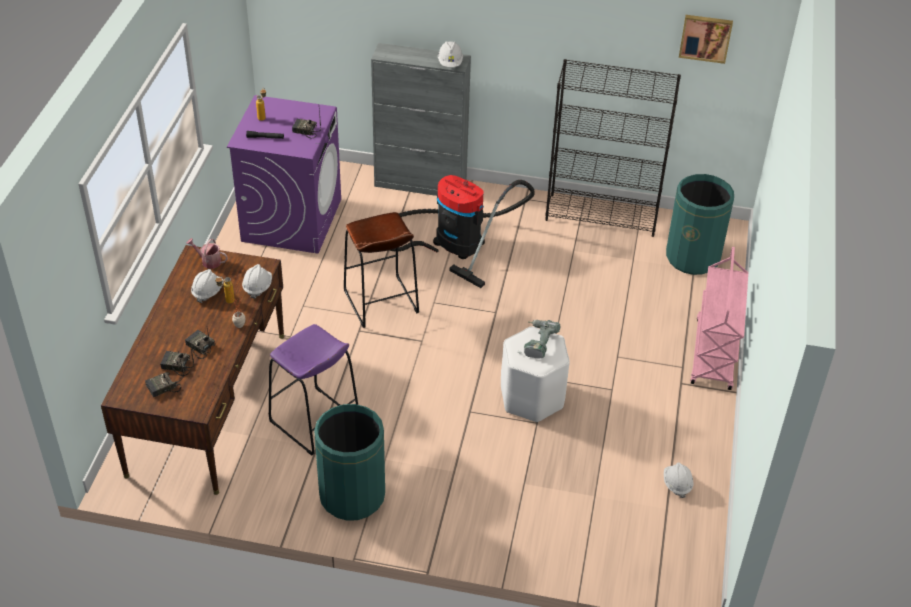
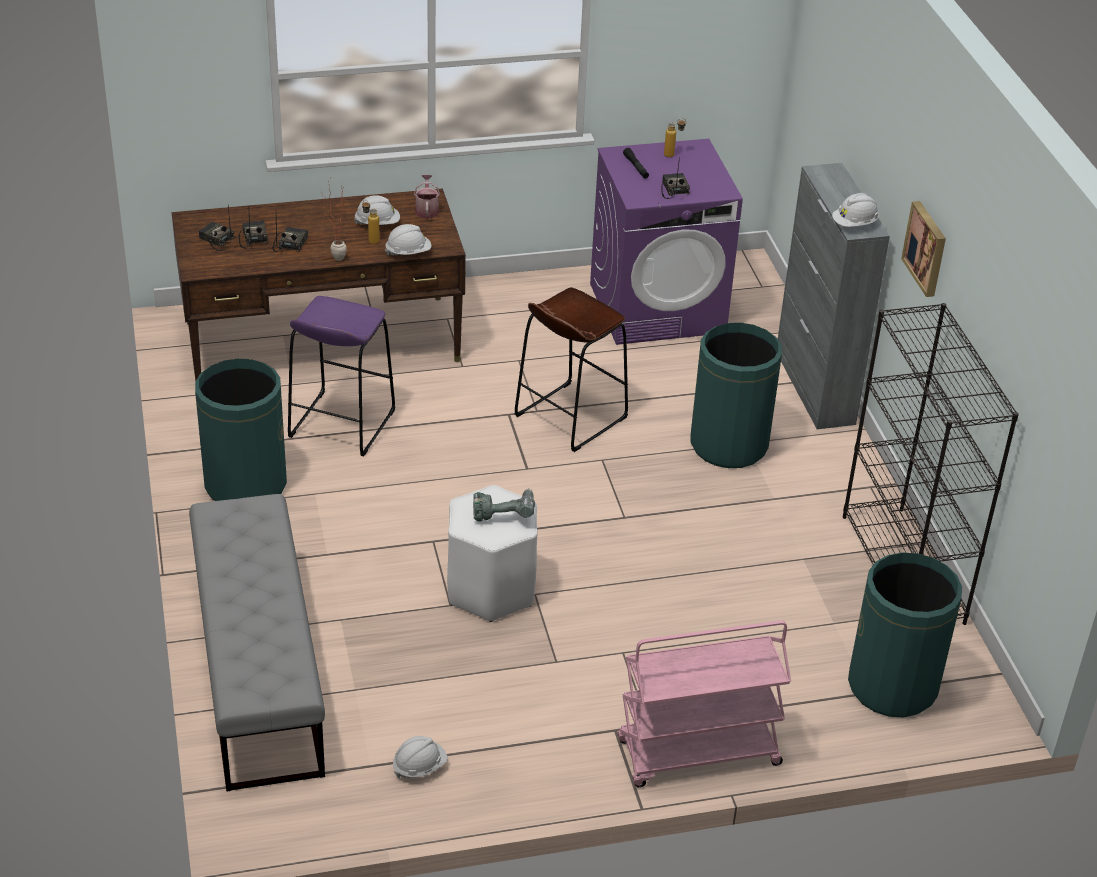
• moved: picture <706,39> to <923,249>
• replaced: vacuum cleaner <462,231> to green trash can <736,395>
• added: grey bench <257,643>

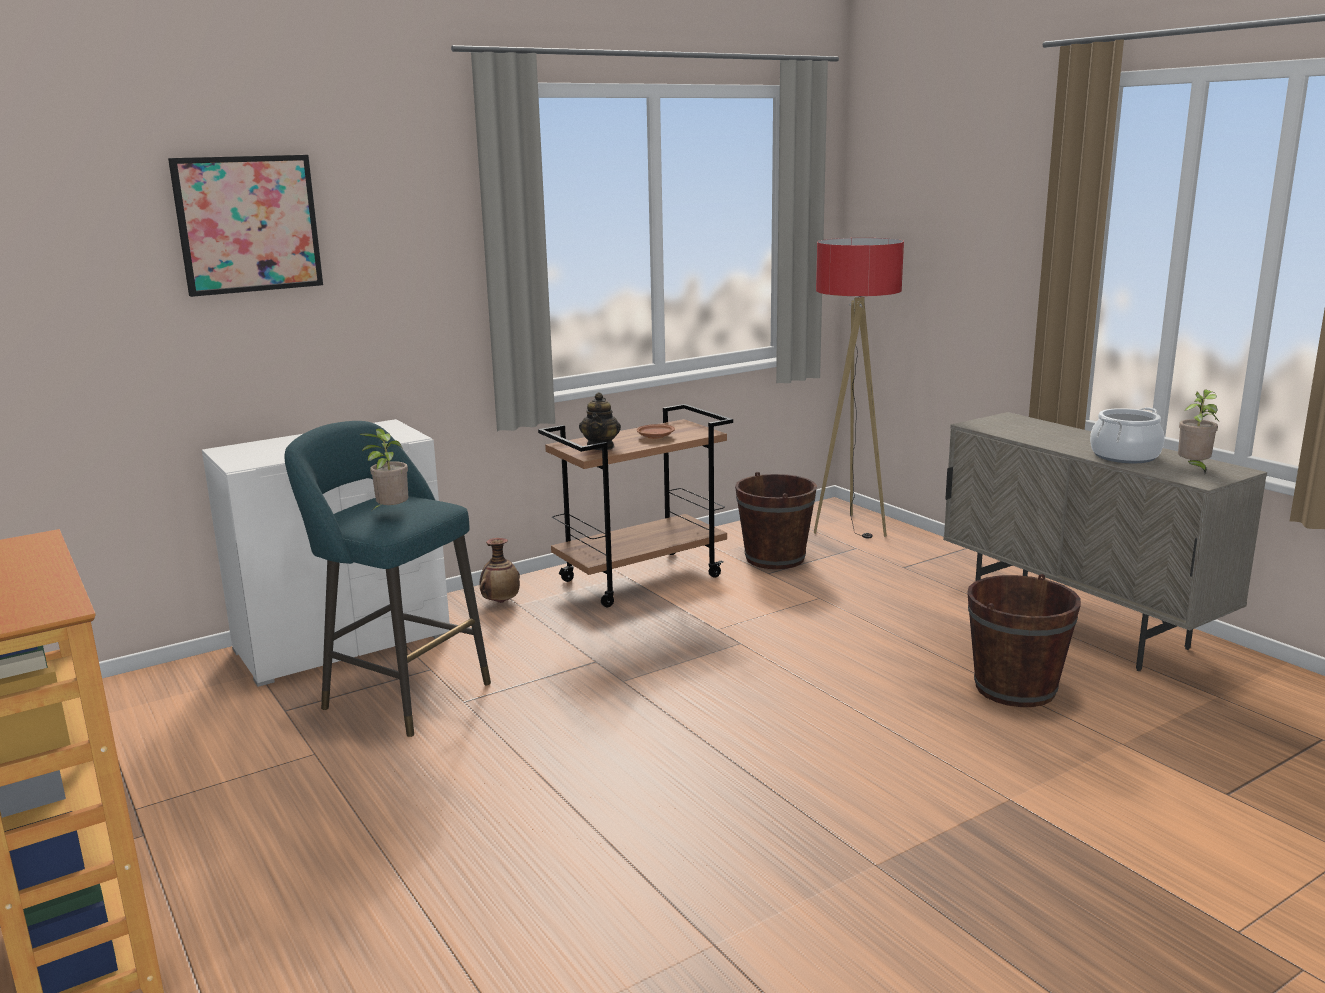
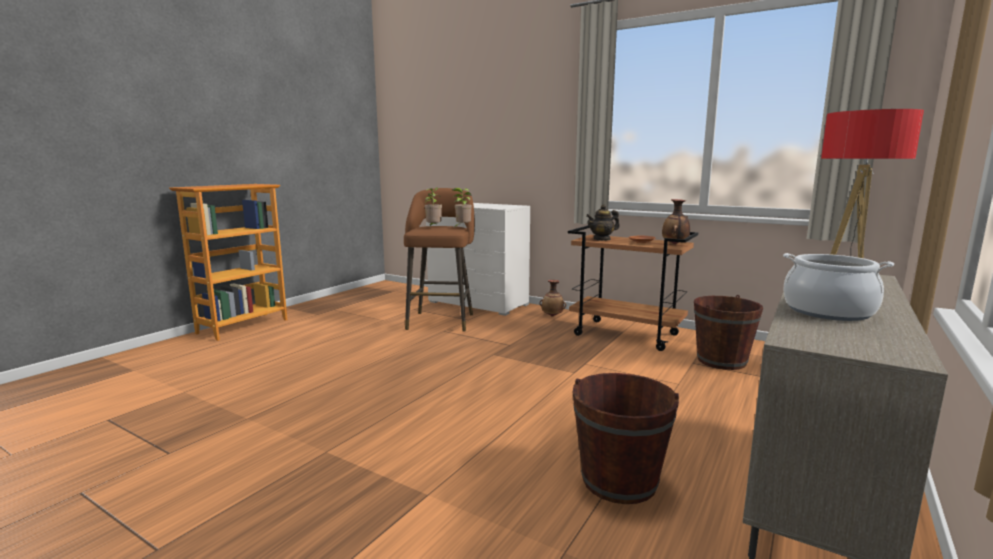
• removed: picture <245,226>
• moved: potted plant <1198,431> to <462,207>
• recoloured: turquoise stool <387,579> to brown stool <439,259>
• added: vase <676,221>

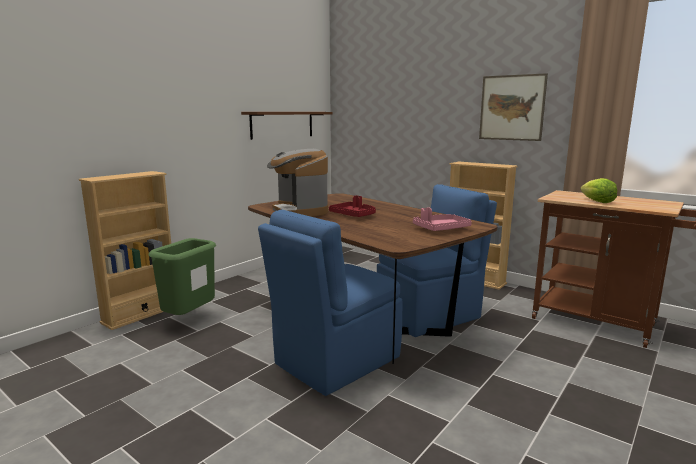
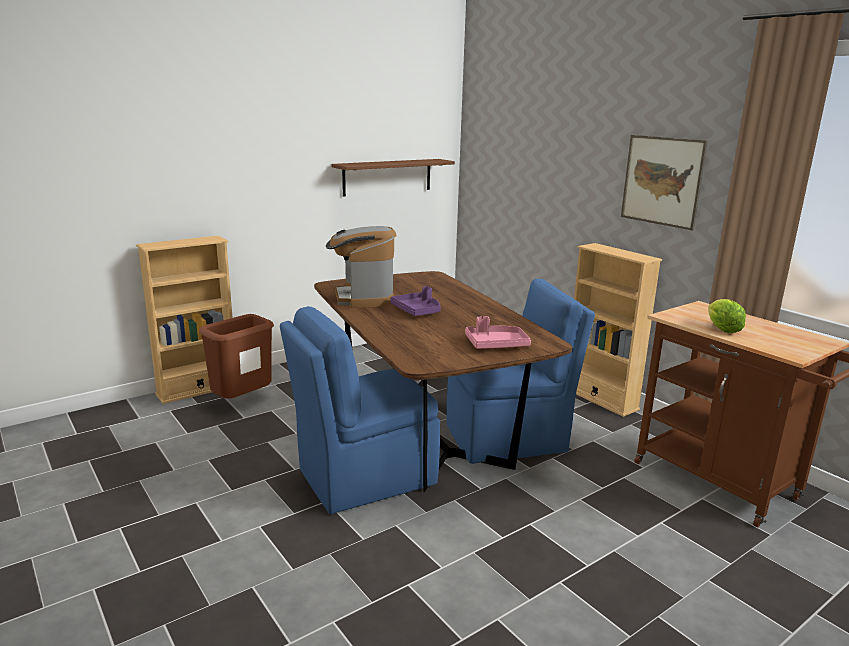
• recoloured: red tray <352,206> to purple tray <415,301>
• recoloured: green trash can <182,276> to brown trash can <236,356>

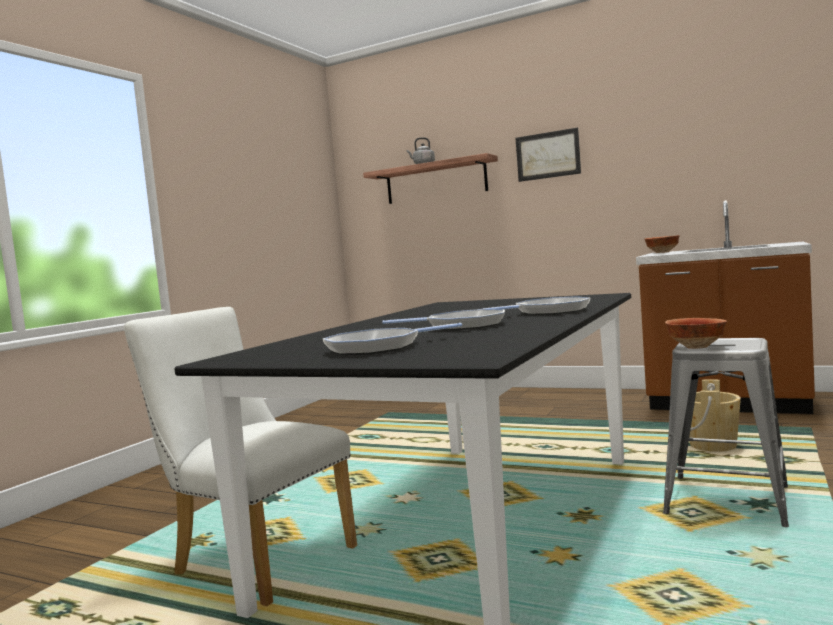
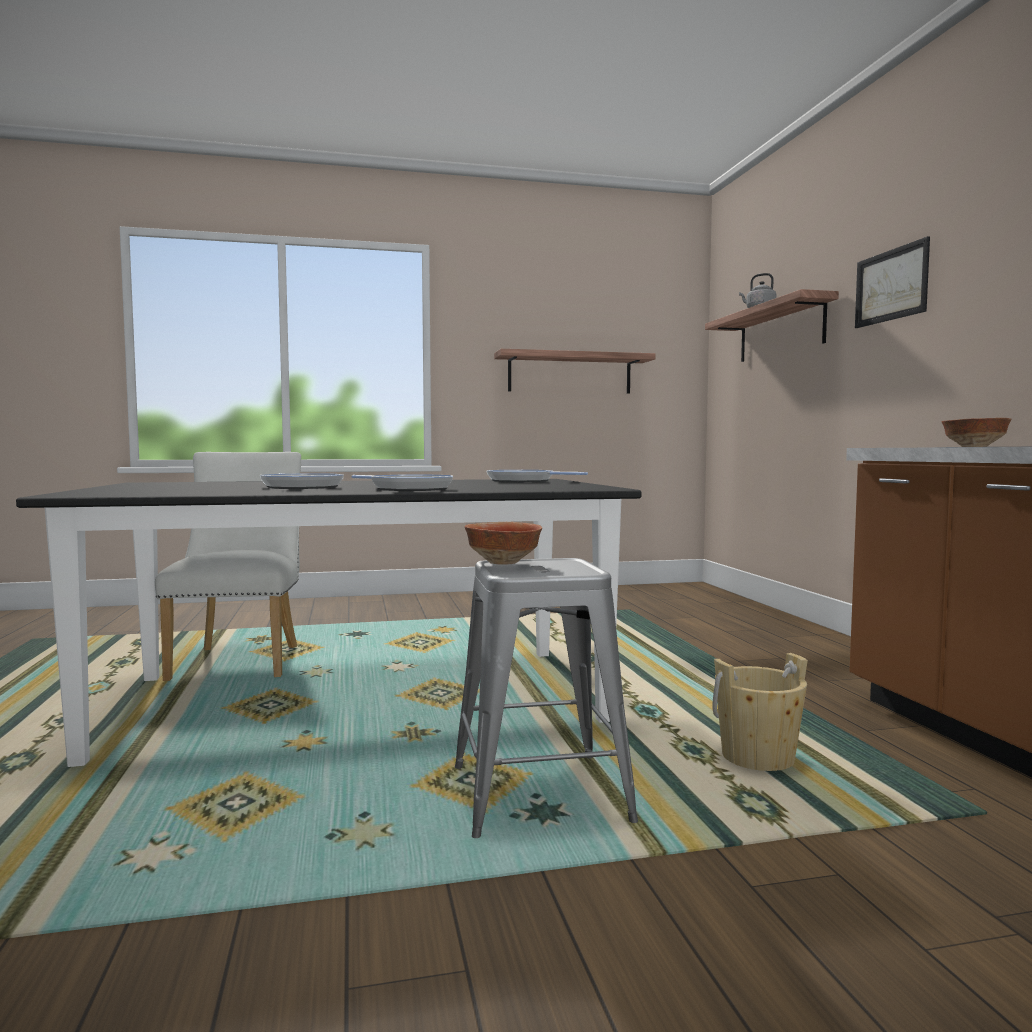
• moved: frying pan <392,339> to <537,476>
• added: shelf <575,371>

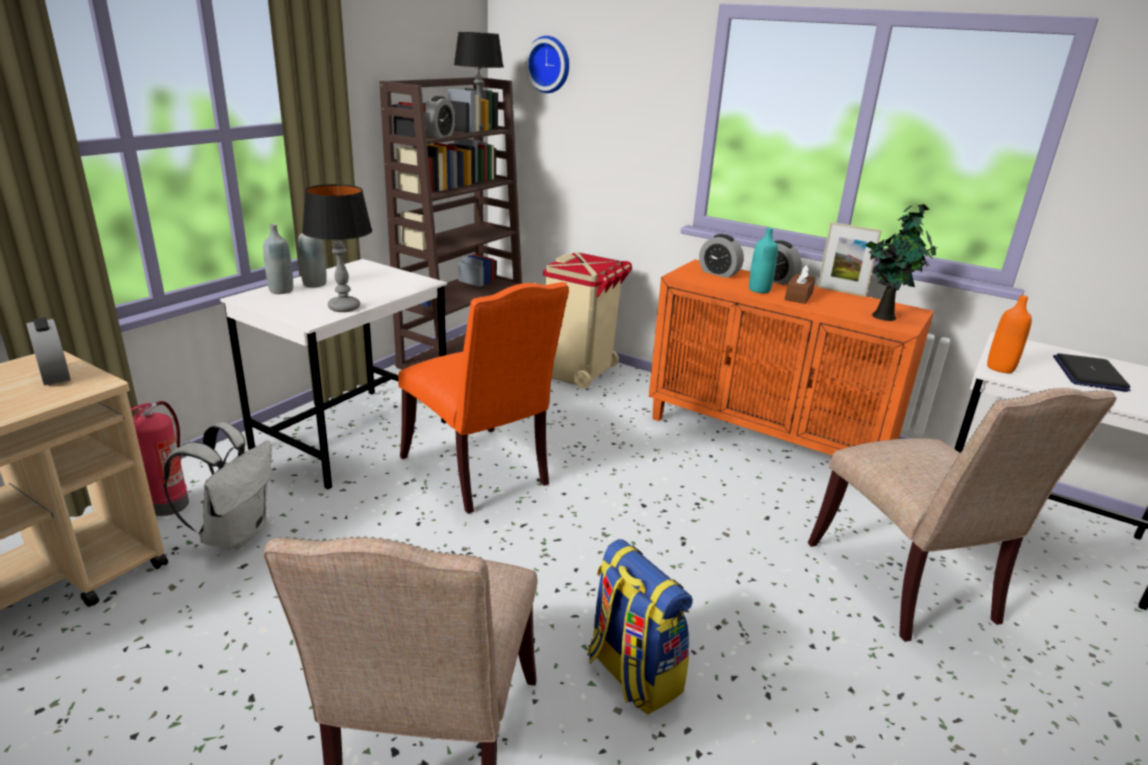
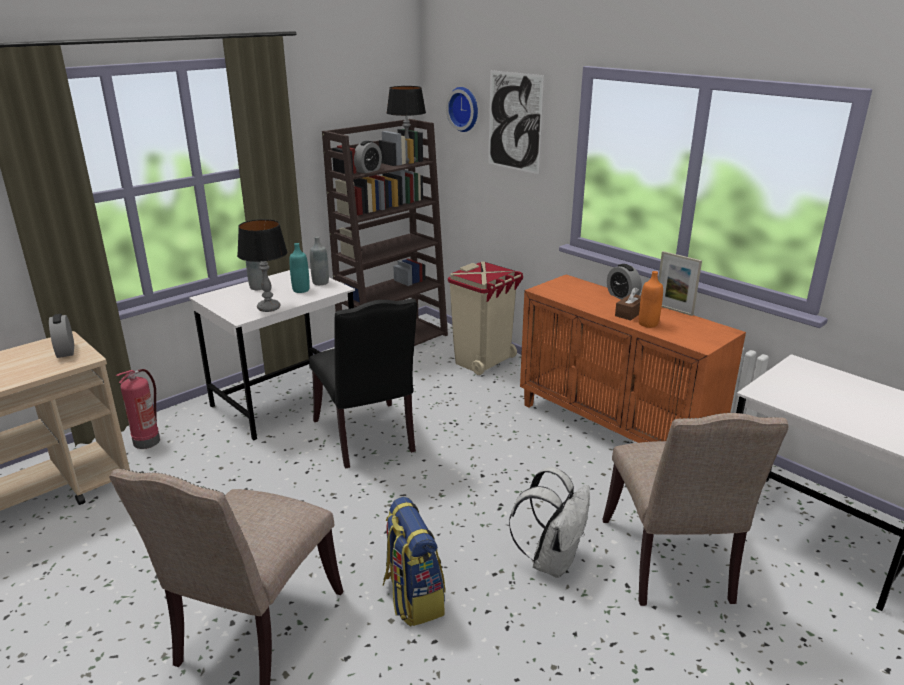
• removed: potted plant <901,262>
• moved: grey bottle <278,259> to <319,260>
• moved: turquoise bottle <763,260> to <299,268>
• removed: alarm clock <721,256>
• recoloured: orange chair <483,398> to black chair <363,384>
• moved: orange bottle <1009,334> to <651,299>
• removed: laptop <1091,373>
• moved: white backpack <218,486> to <549,522>
• added: picture <516,122>

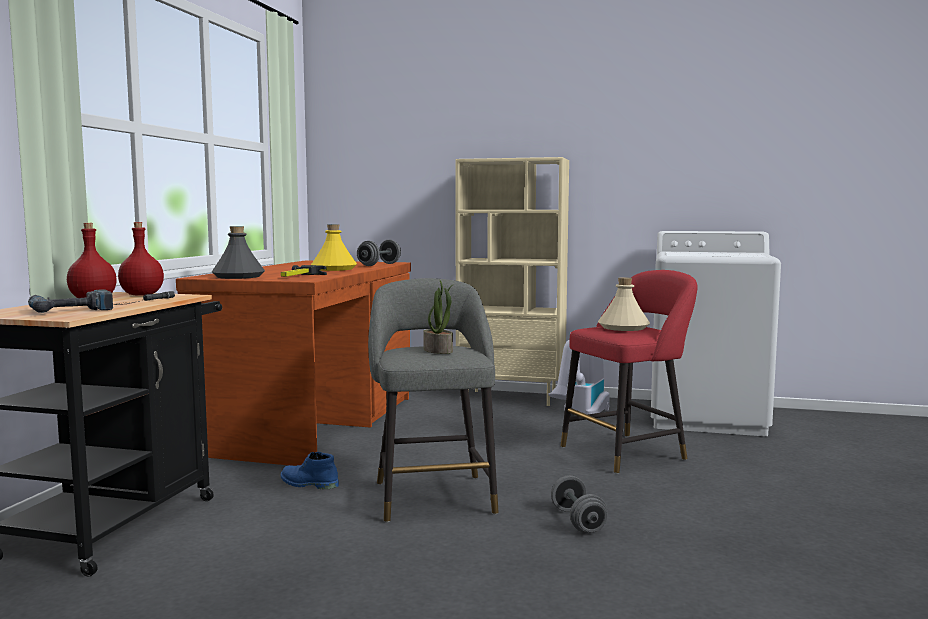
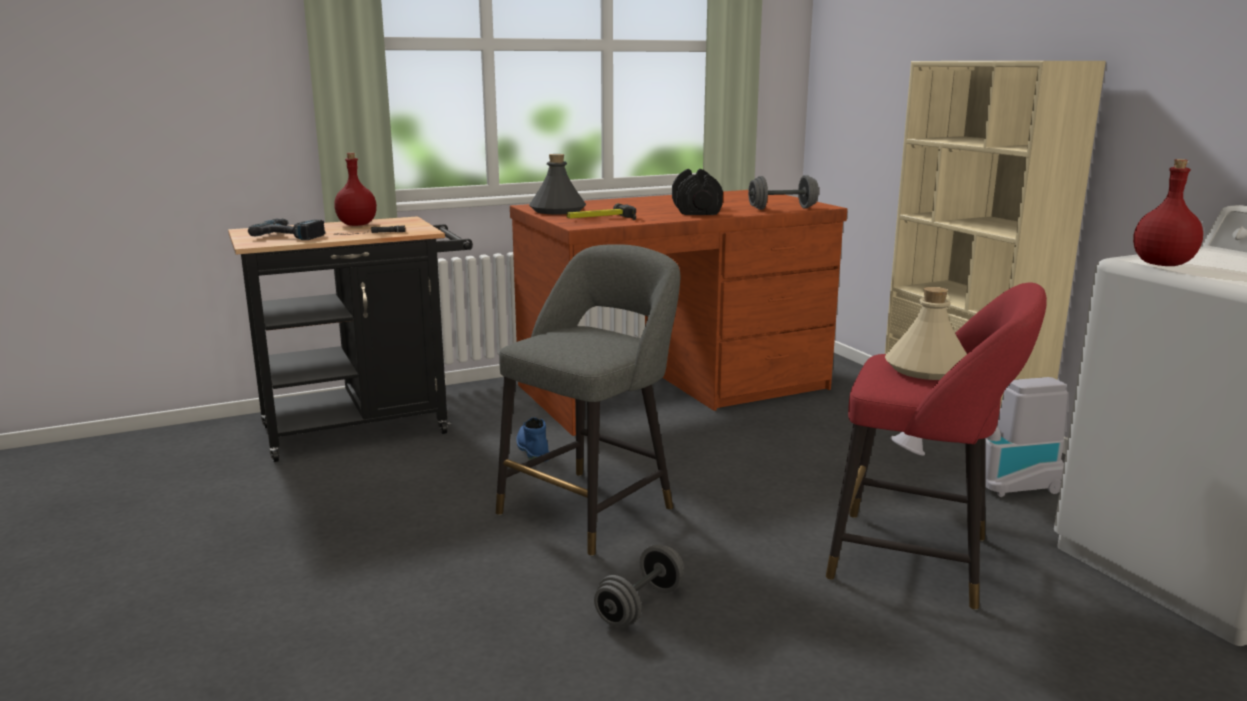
• moved: red bottle <141,259> to <1168,212>
• replaced: yellow bottle <334,247> to black dumbbell <697,192>
• removed: potted plant <438,317>

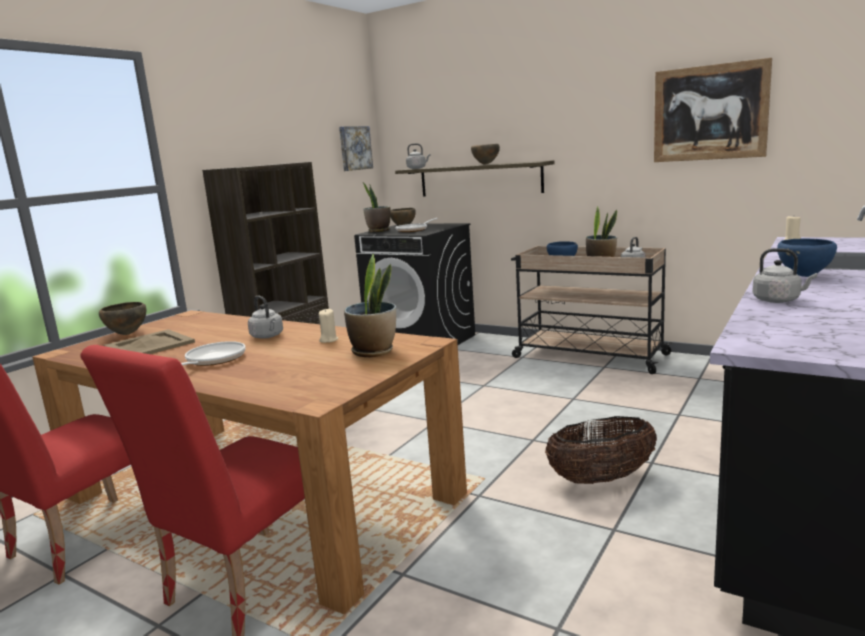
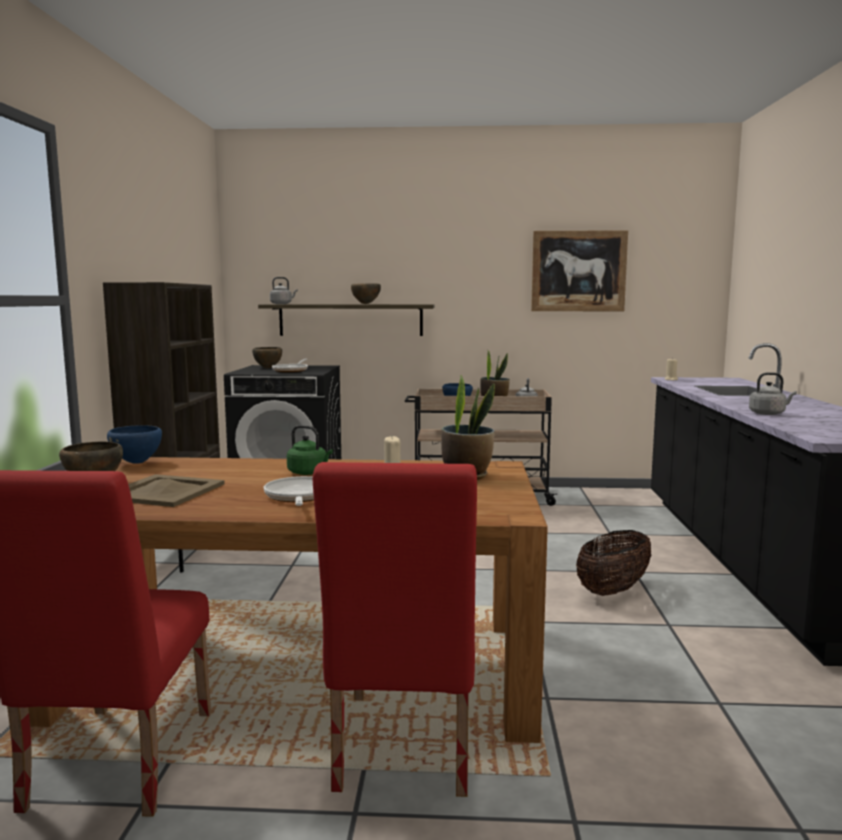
• removed: picture <356,148>
• removed: potted plant <377,207>
• moved: blue bowl <807,258> to <134,444>
• recoloured: grey kettle <265,317> to green kettle <310,450>

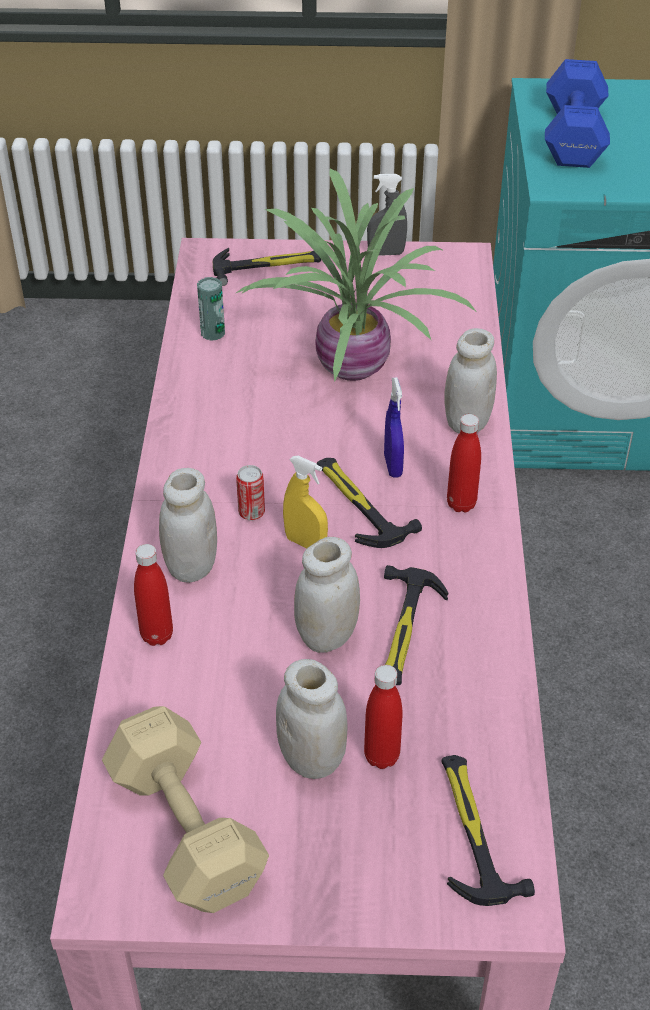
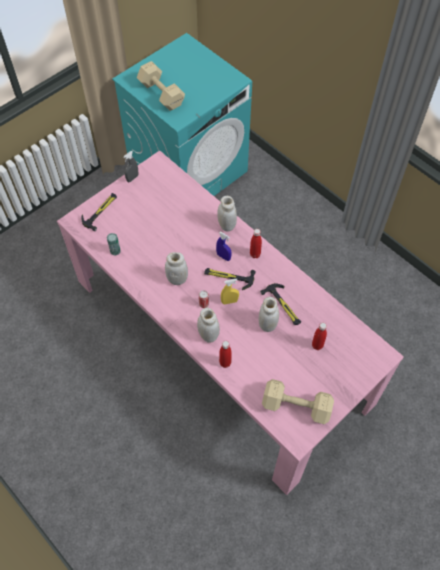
• recoloured: blue dumbbell <577,113> to beige dumbbell <161,86>
• removed: potted plant <356,275>
• moved: white jar <311,719> to <176,268>
• removed: hammer <488,830>

